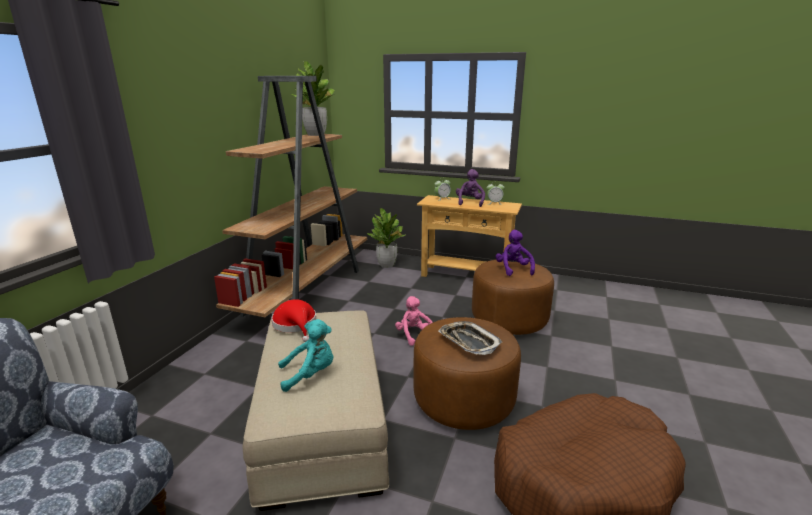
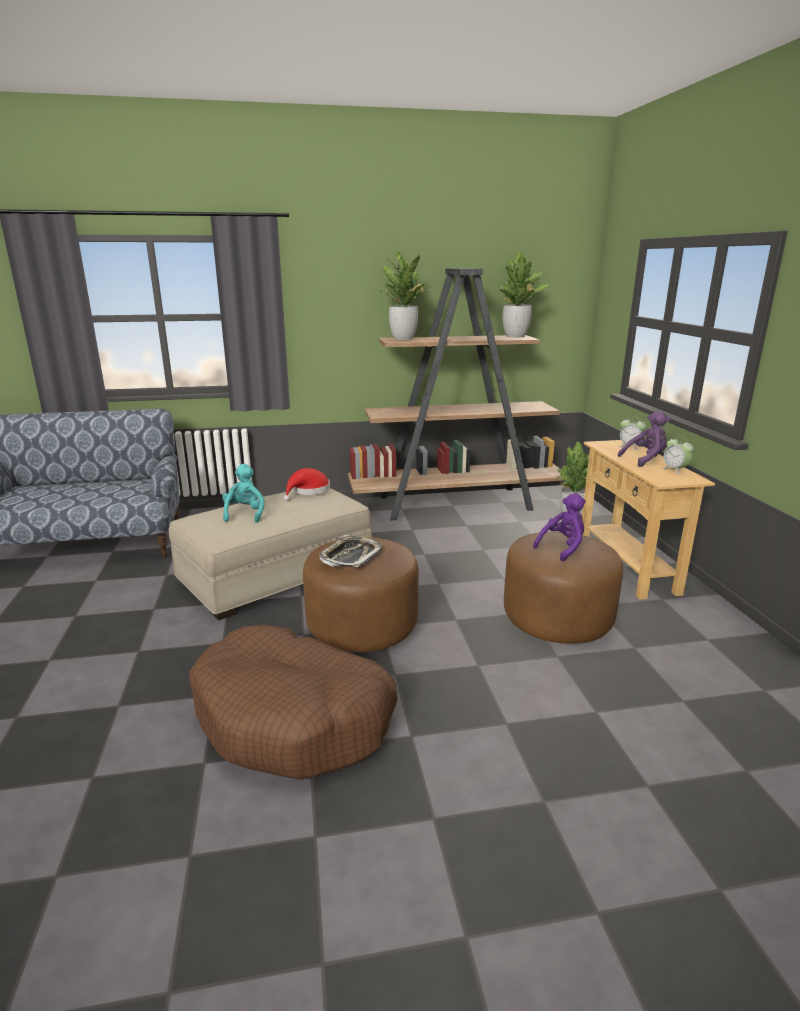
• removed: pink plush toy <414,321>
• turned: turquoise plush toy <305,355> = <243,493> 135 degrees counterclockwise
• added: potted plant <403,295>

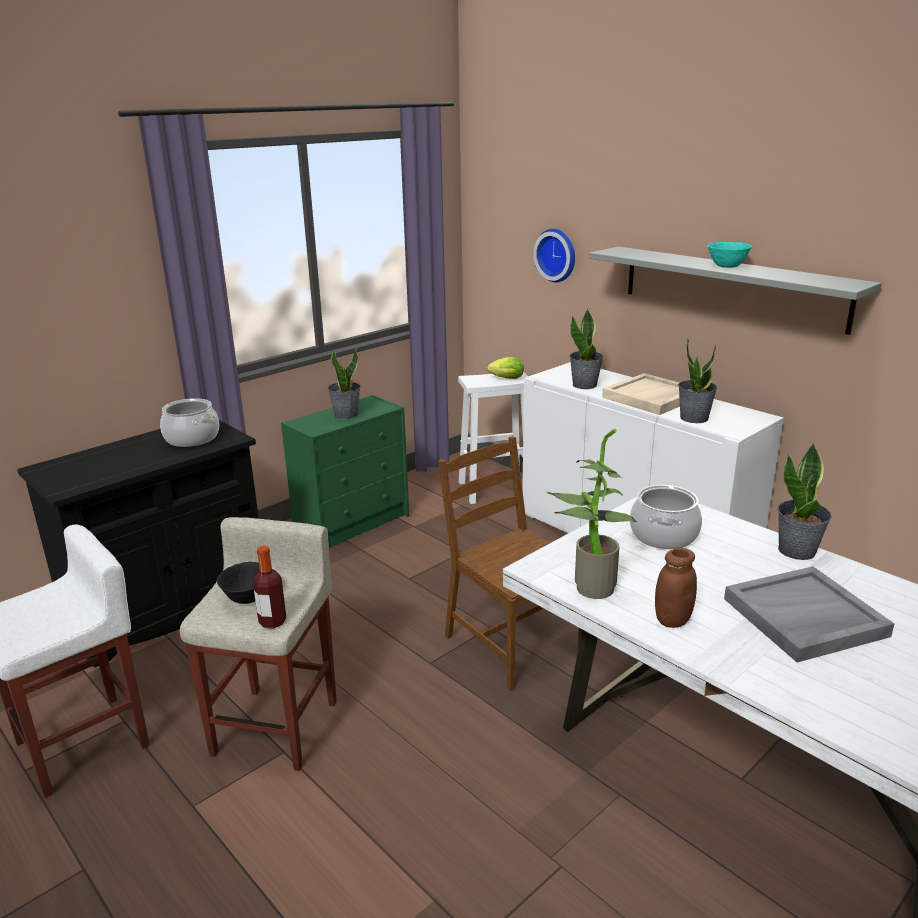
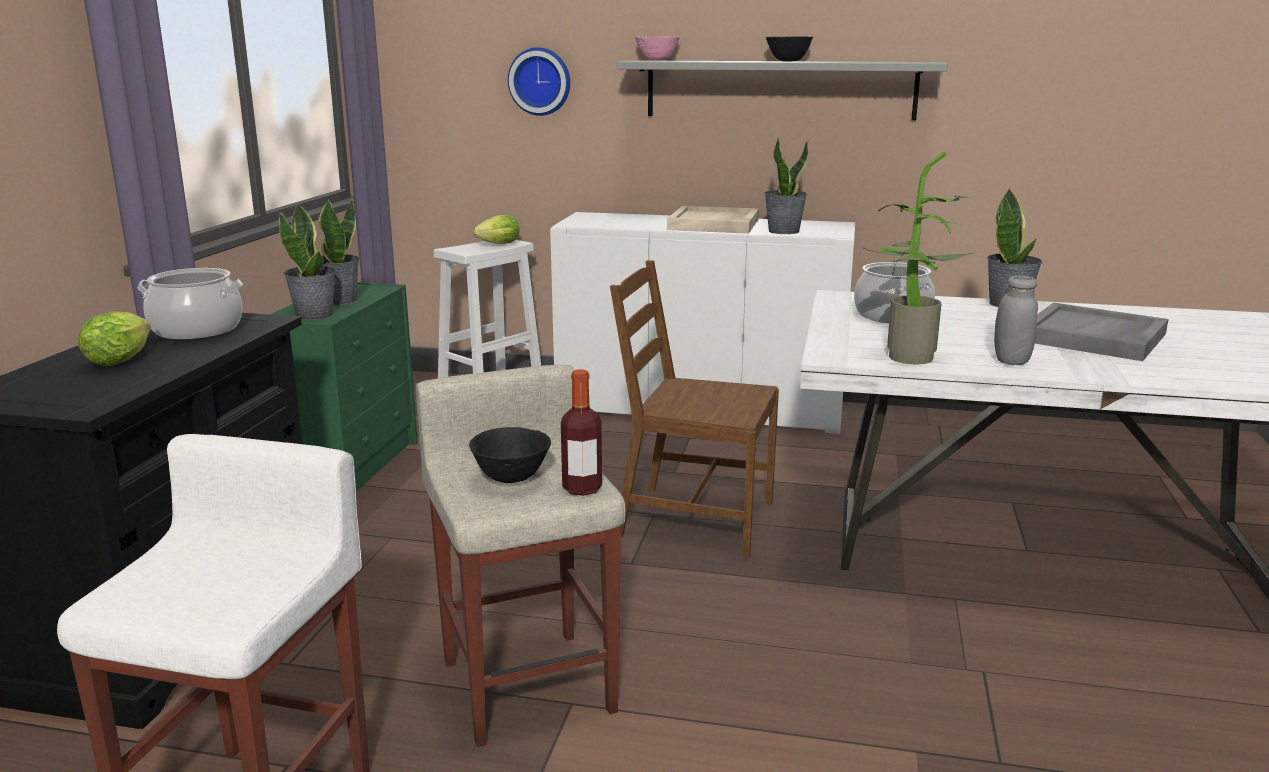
• recoloured: turquoise bowl <729,255> to black bowl <789,49>
• moved: potted plant <586,348> to <307,261>
• recoloured: brown jar <676,588> to grey jar <1016,320>
• added: pink bowl <657,48>
• added: lettuce <114,338>

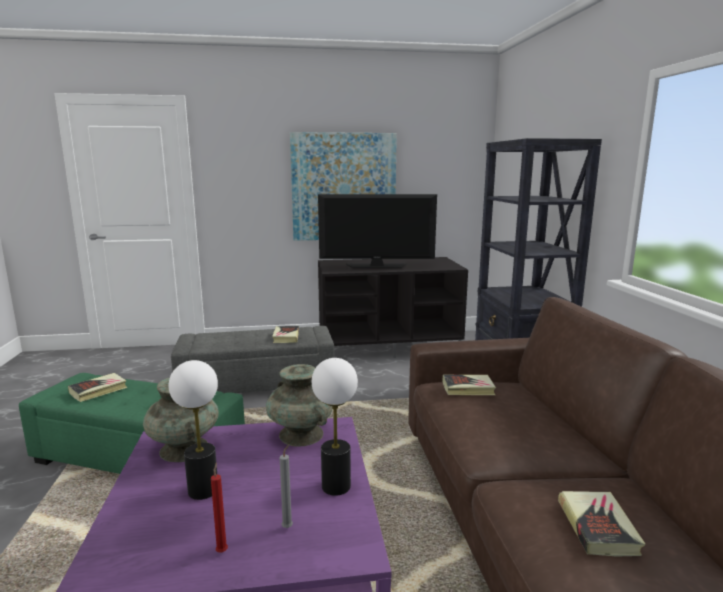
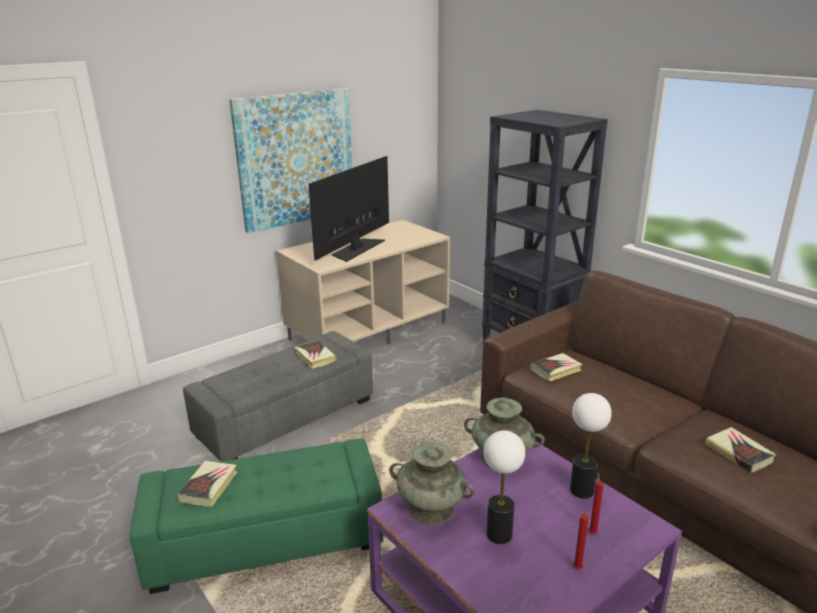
• turned: television <377,231> = <349,209> 150 degrees clockwise
• recoloured: black tv stand <393,307> to beige tv stand <363,282>
• recoloured: grey candle <286,486> to red candle <596,503>

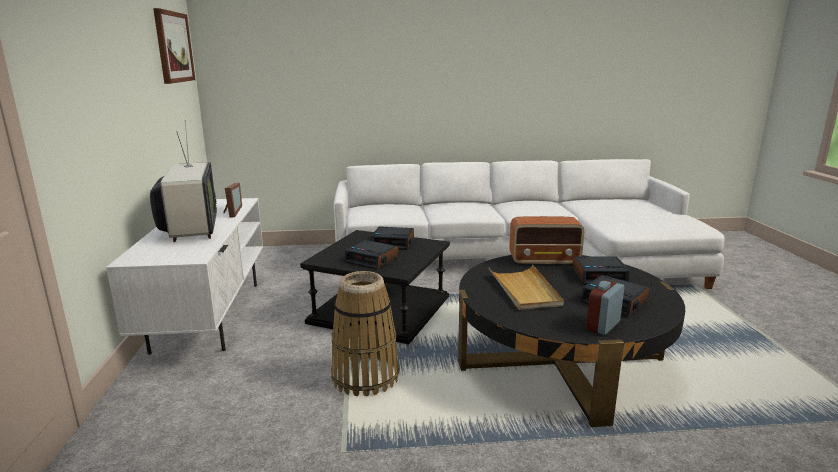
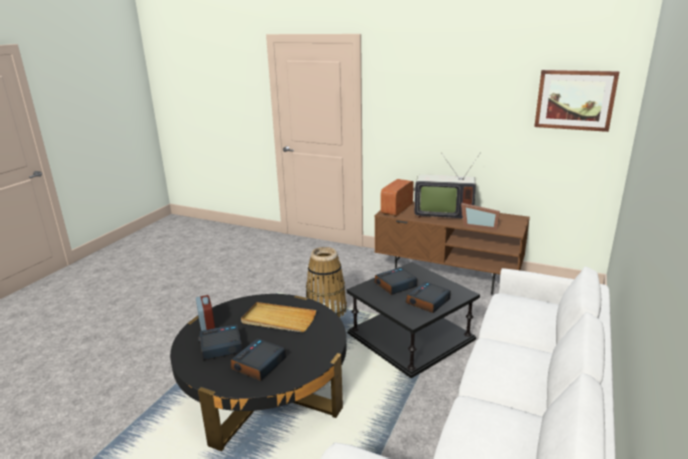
• recoloured: white tv stand <184,276> to brown tv stand <452,248>
• moved: radio <546,240> to <397,198>

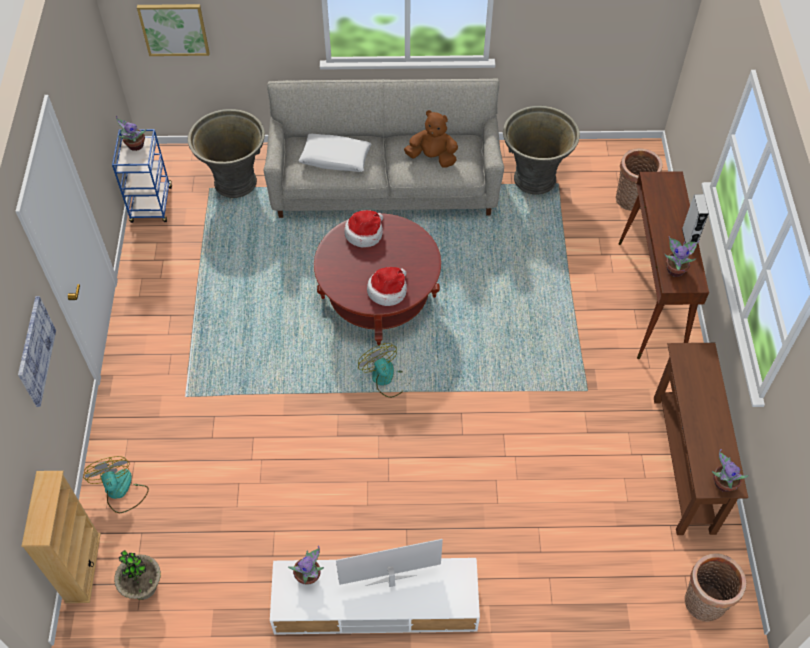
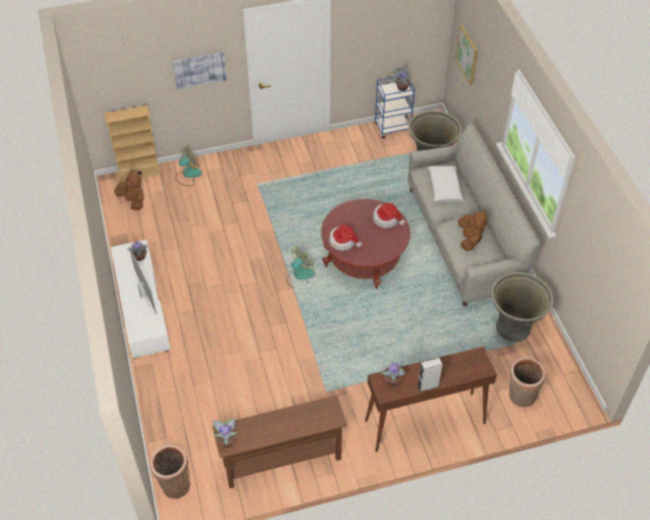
• replaced: potted plant <137,575> to brown plush toy <129,189>

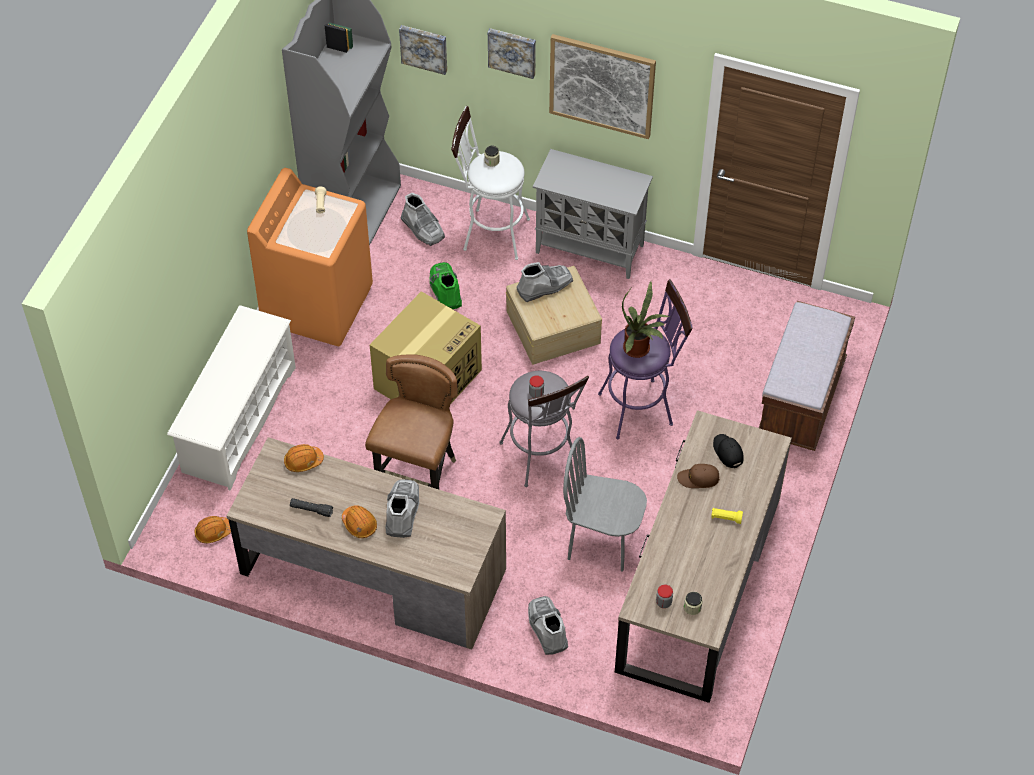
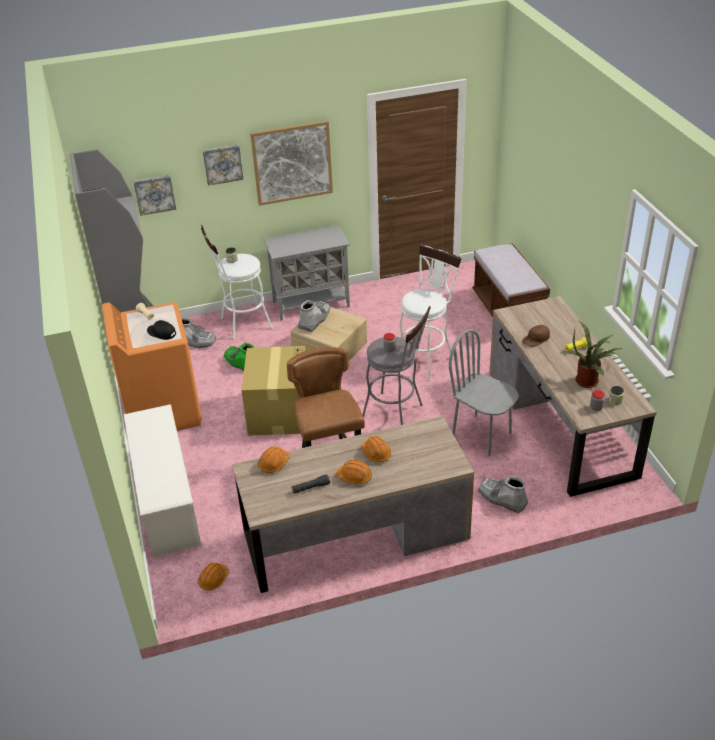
• recoloured: purple stool <645,359> to white stool <430,312>
• moved: potted plant <646,319> to <595,354>
• moved: black cap <728,451> to <161,330>
• turned: grey chair <605,504> = <484,392> 60 degrees clockwise
• replaced: grey boot <402,508> to orange hard hat <376,449>

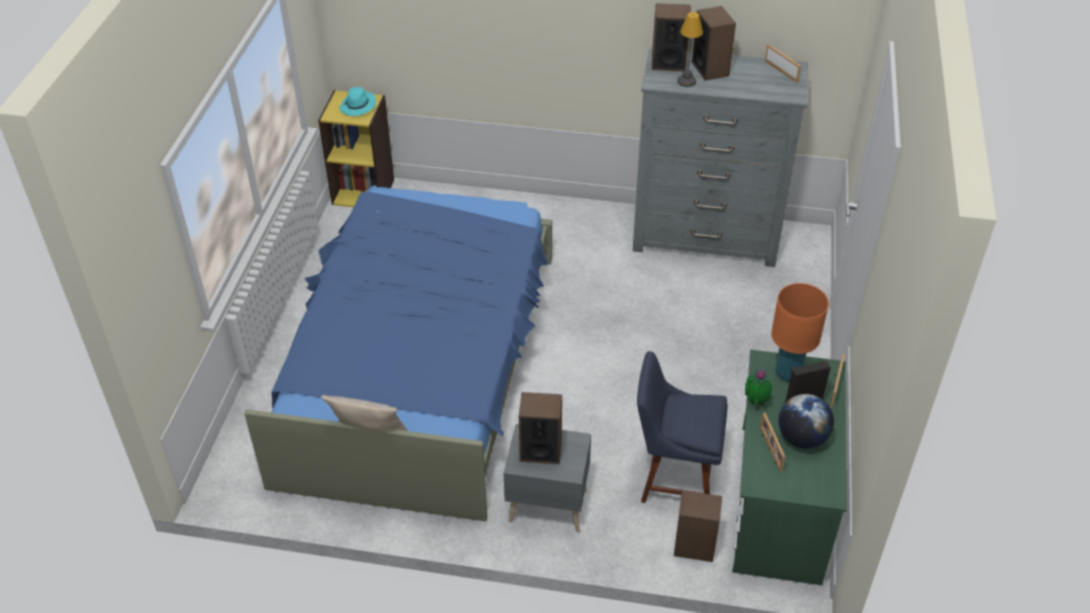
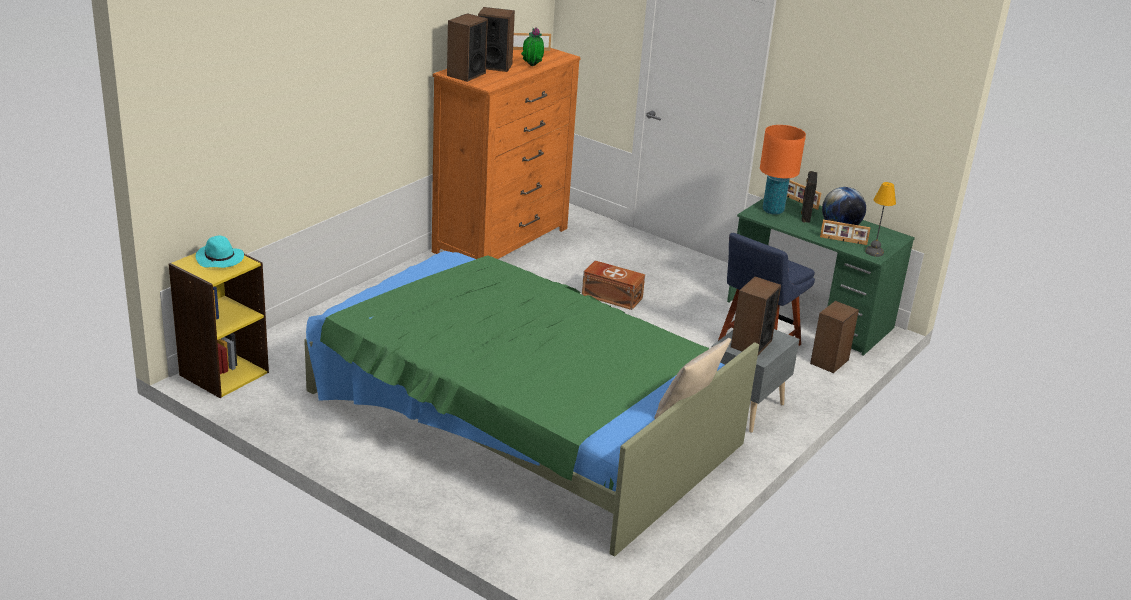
• moved: table lamp <690,49> to <880,219>
• recoloured: grey dresser <720,157> to orange dresser <506,153>
• recoloured: blue bed <398,353> to green bed <531,404>
• moved: potted plant <758,387> to <532,46>
• added: brown storage box <613,285>

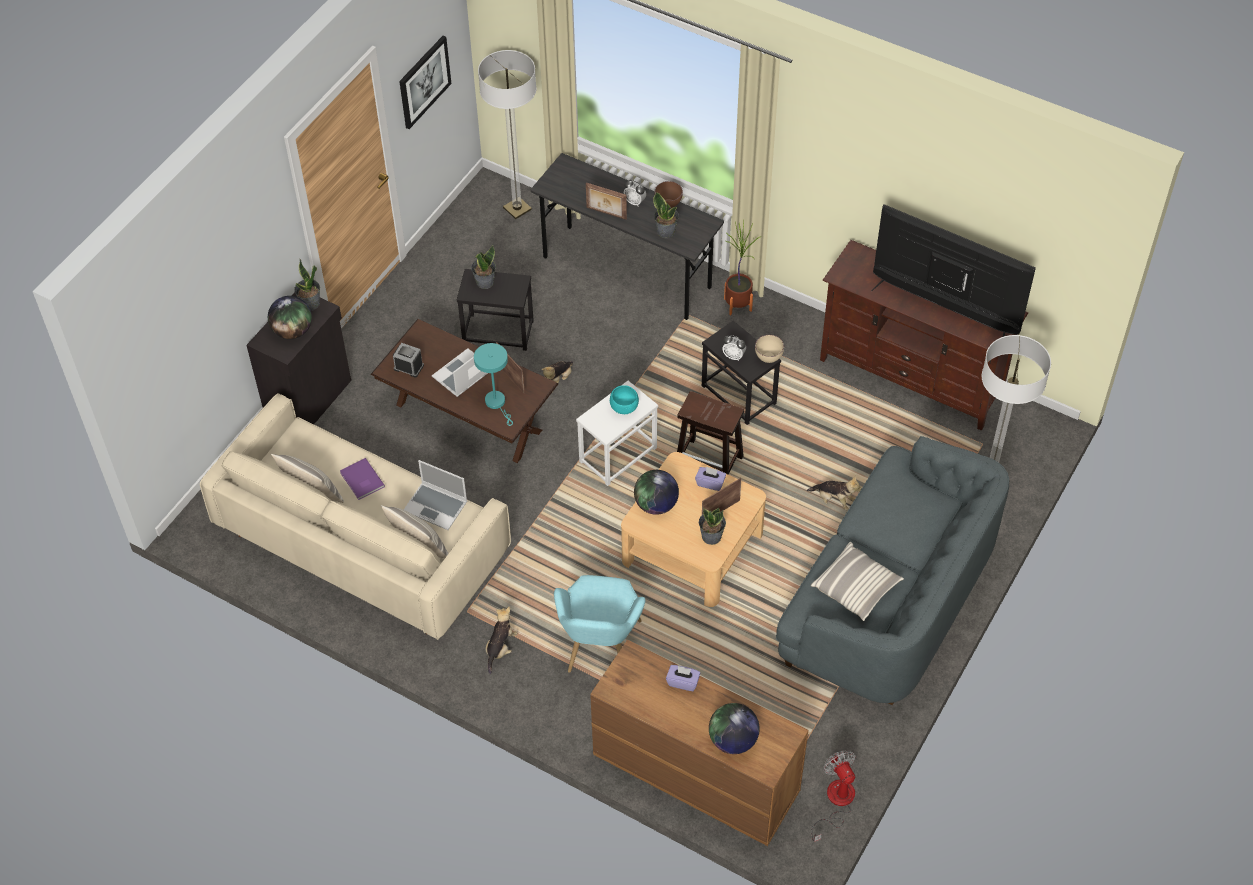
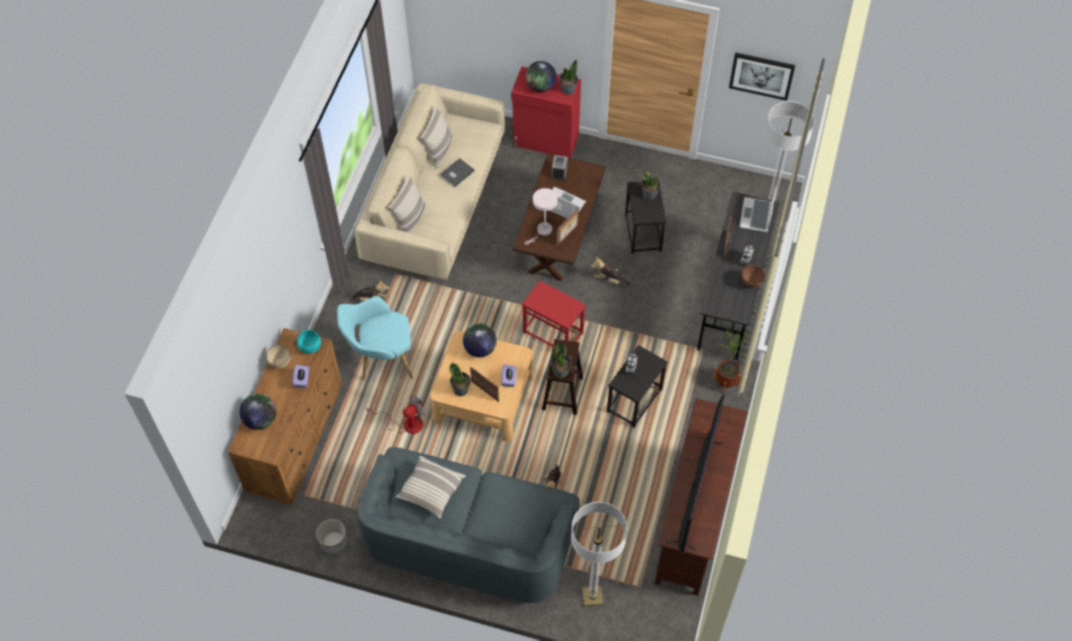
• moved: potted plant <666,215> to <561,360>
• recoloured: black cabinet <298,358> to red cabinet <546,112>
• moved: beige bowl <769,349> to <278,357>
• recoloured: turquoise table lamp <493,384> to white table lamp <541,216>
• recoloured: white side table <617,433> to red side table <554,314>
• moved: turquoise bowl <624,399> to <309,342>
• recoloured: purple book <362,479> to grey book <457,172>
• moved: laptop <435,495> to <757,209>
• moved: fan <833,796> to <396,414>
• added: planter <332,536>

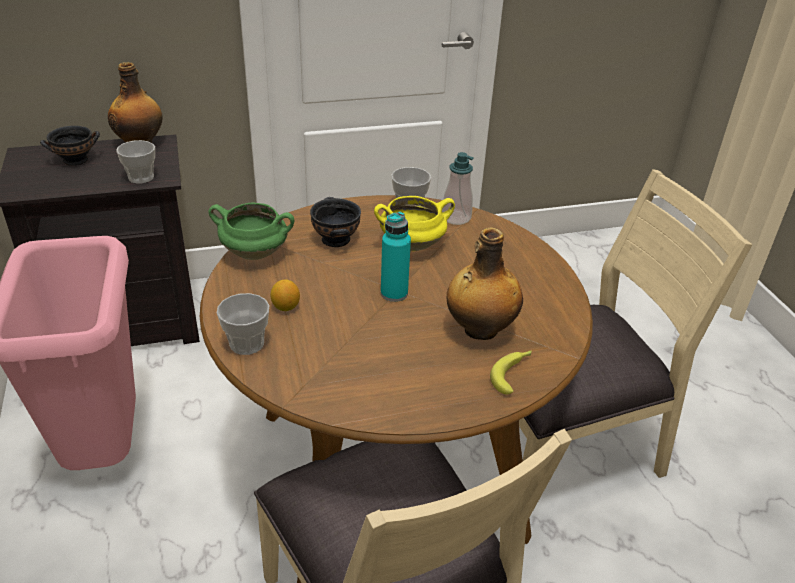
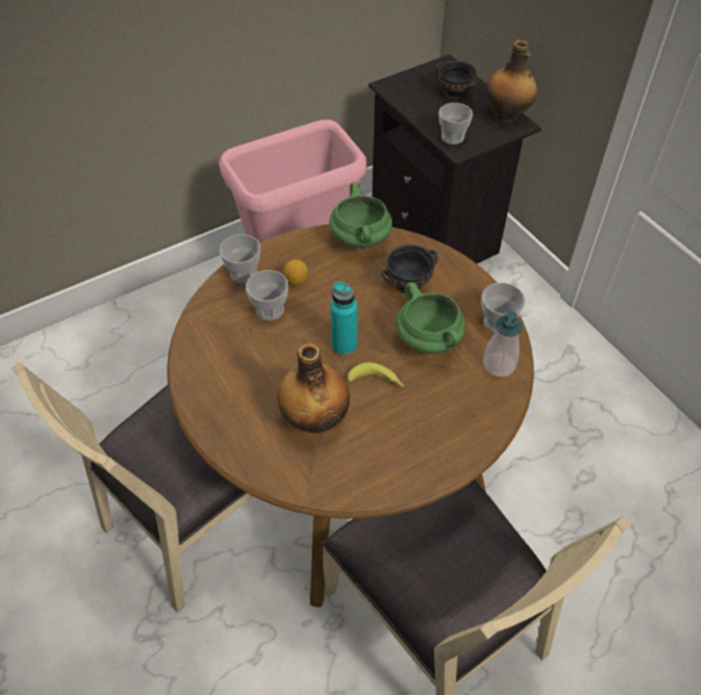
• recoloured: yellow cooking pot <414,223> to green cooking pot <431,318>
• moved: banana <511,372> to <376,375>
• added: cup <267,295>

